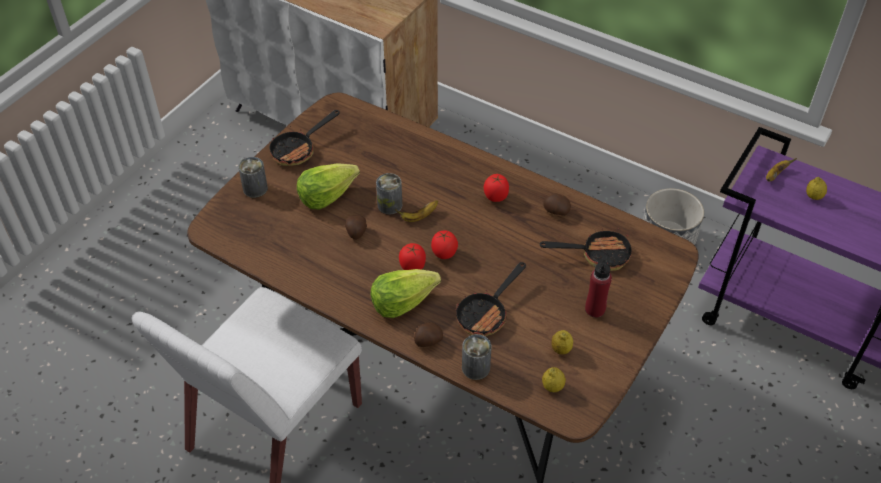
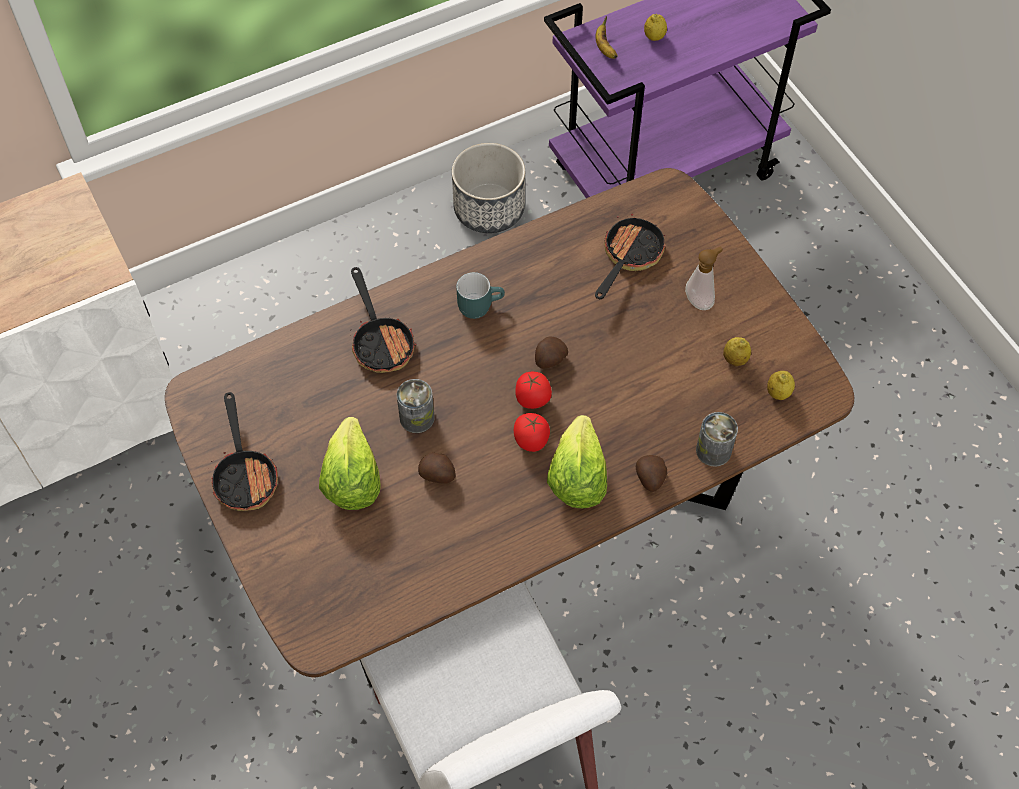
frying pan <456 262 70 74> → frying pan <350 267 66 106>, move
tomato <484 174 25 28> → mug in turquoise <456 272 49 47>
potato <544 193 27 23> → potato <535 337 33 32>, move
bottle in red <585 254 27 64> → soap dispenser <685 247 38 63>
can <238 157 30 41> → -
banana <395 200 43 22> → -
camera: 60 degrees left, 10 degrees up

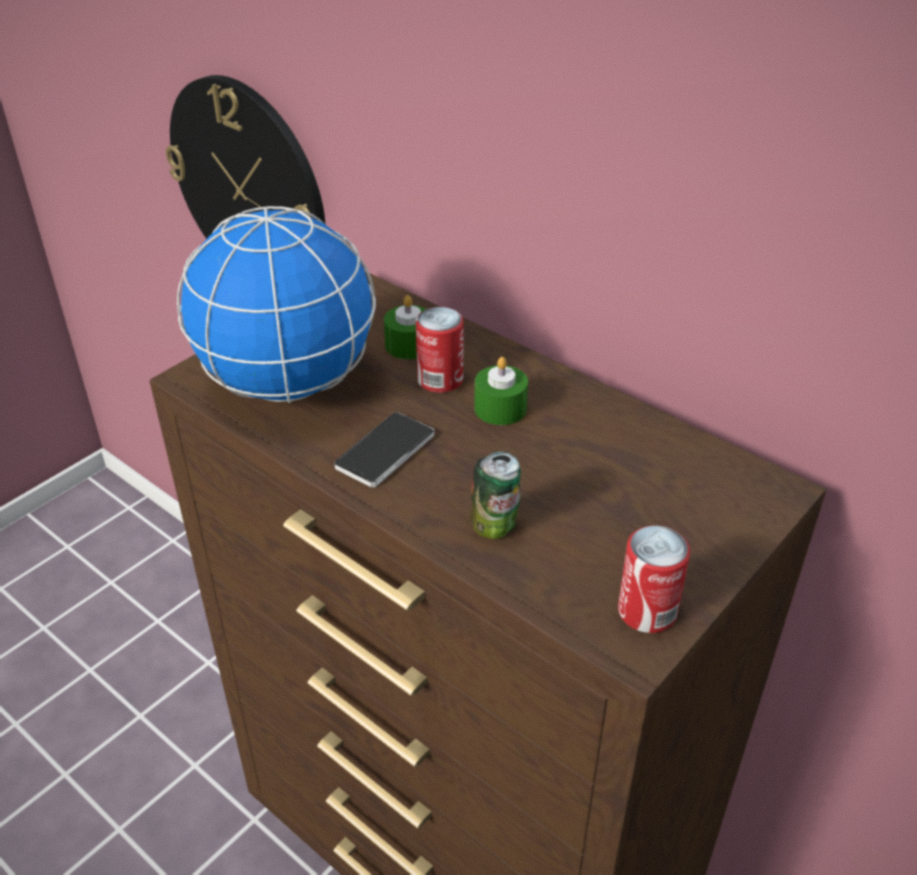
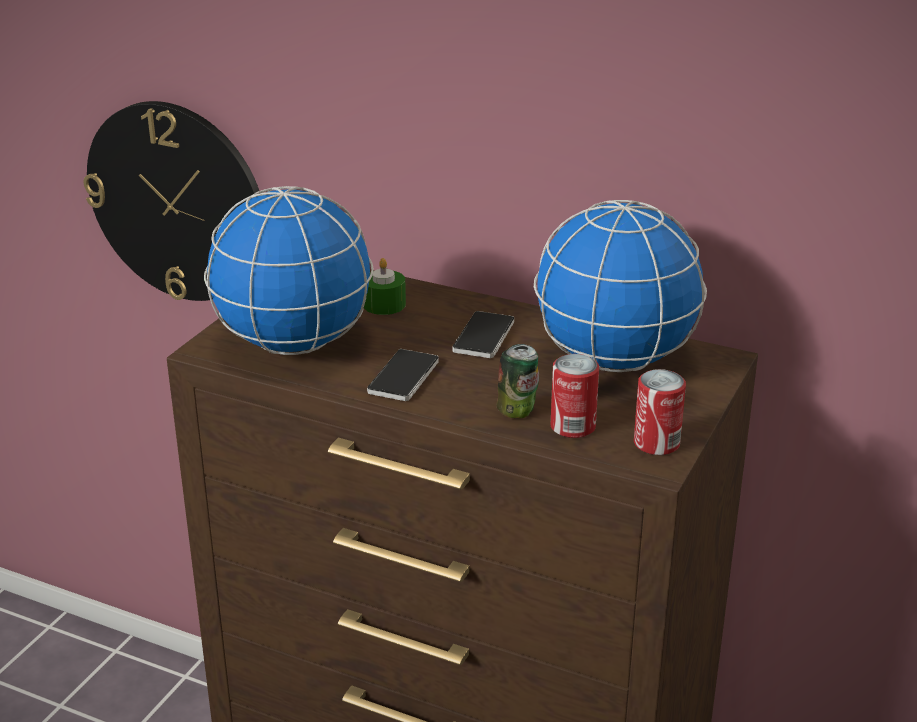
candle in green <474 357 54 68> → phone <453 311 61 47>
- → globe <534 200 173 172>
can <416 307 48 86> → can <551 354 48 84>, move
camera: 15 degrees left, 10 degrees down

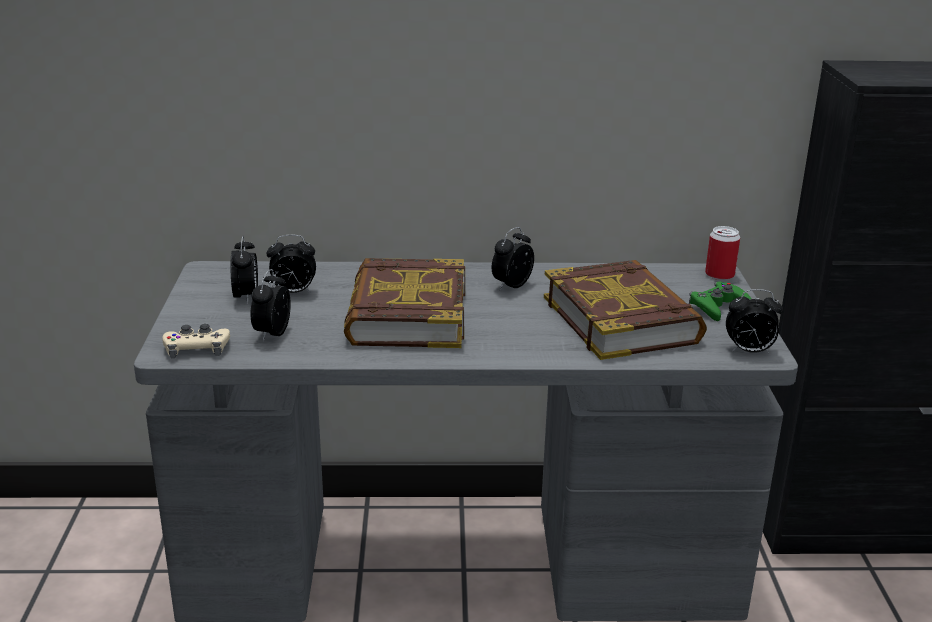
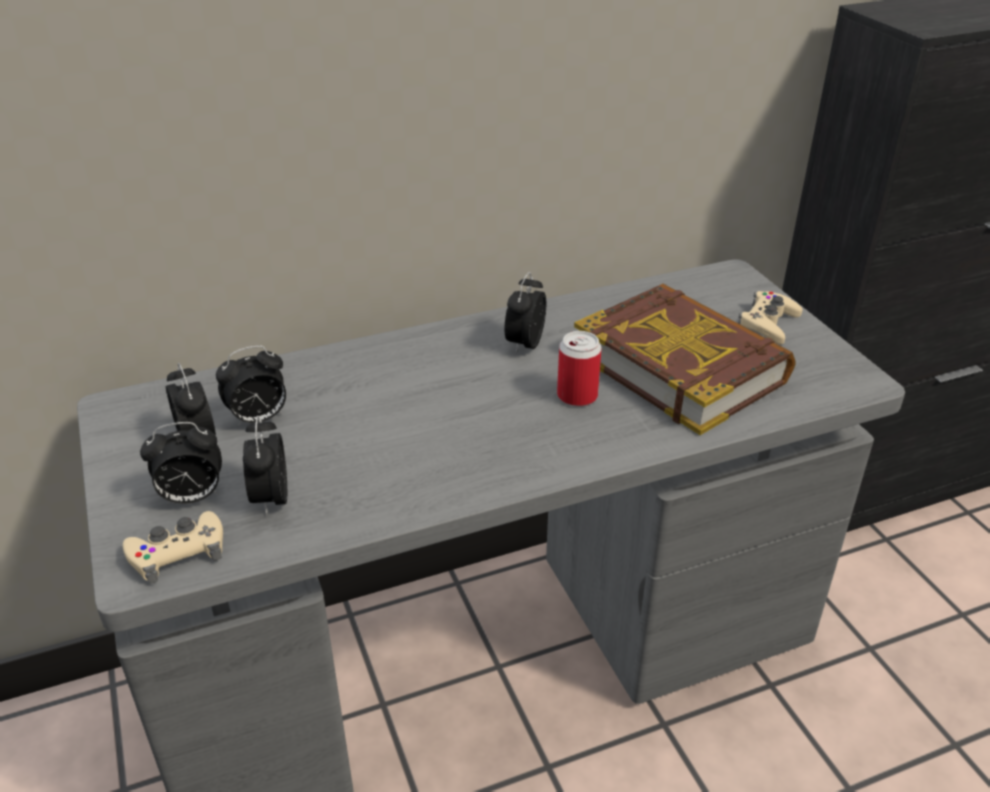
alarm clock <726 289 57 65> → alarm clock <140 422 82 83>, move
can <705 226 35 54> → can <557 331 45 75>, move
game controller in green <689 281 63 40> → game controller in beige <738 291 64 54>
book <344 258 121 90> → -
camera: 20 degrees left, 10 degrees up

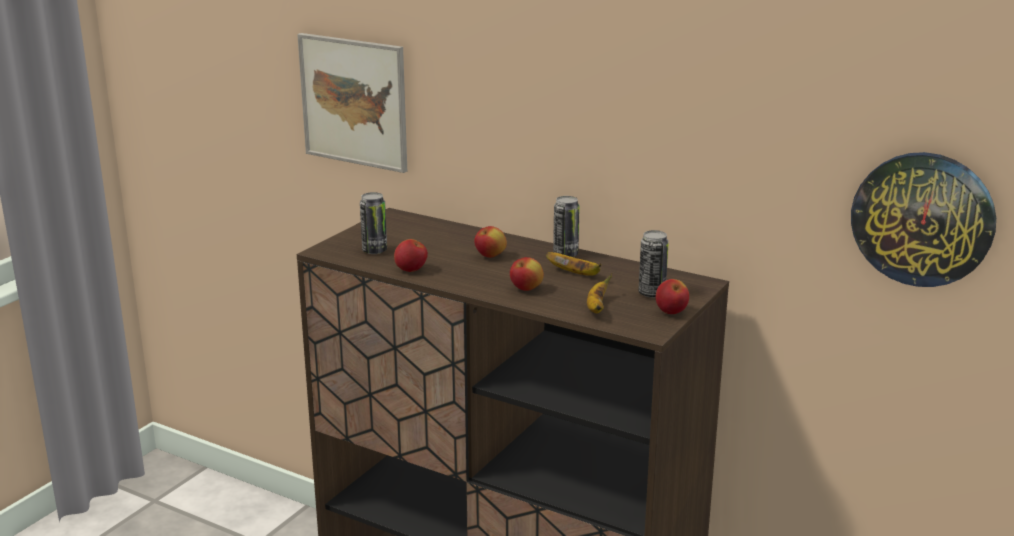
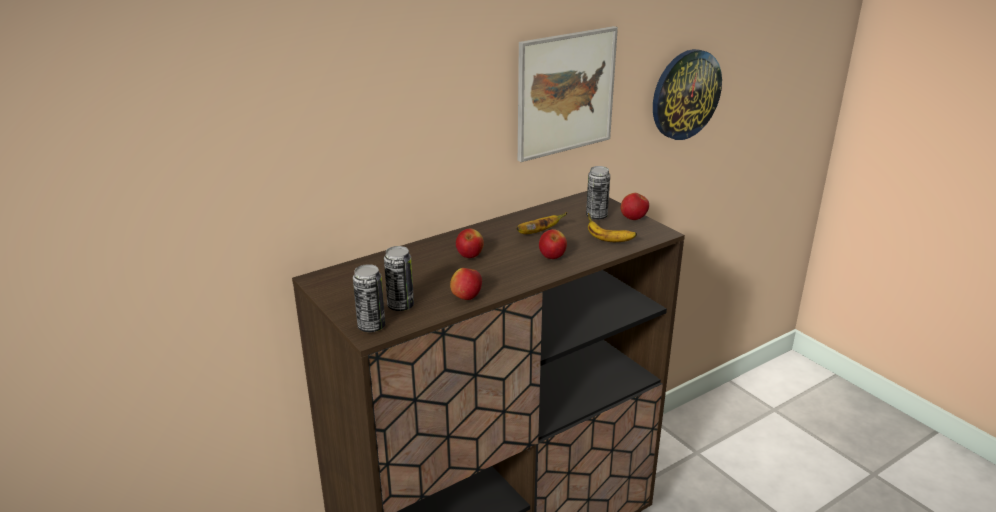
can <553 196 27 61> → can <353 264 32 68>, move
picture <297 33 110 140> → picture <518 26 100 136>, move
camera: 65 degrees left, 5 degrees up

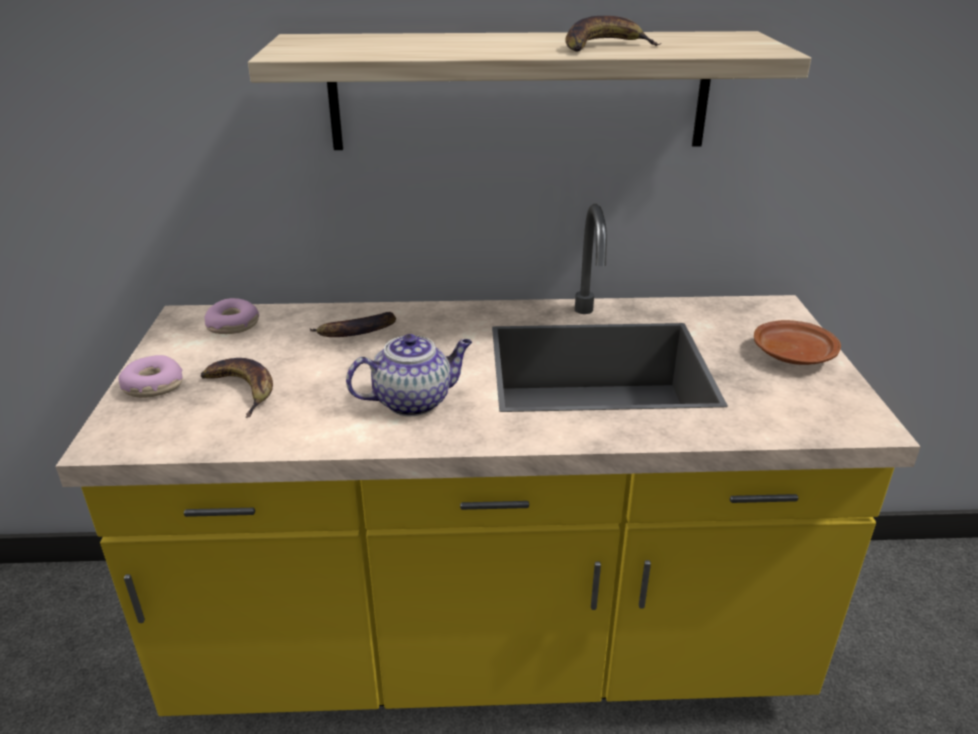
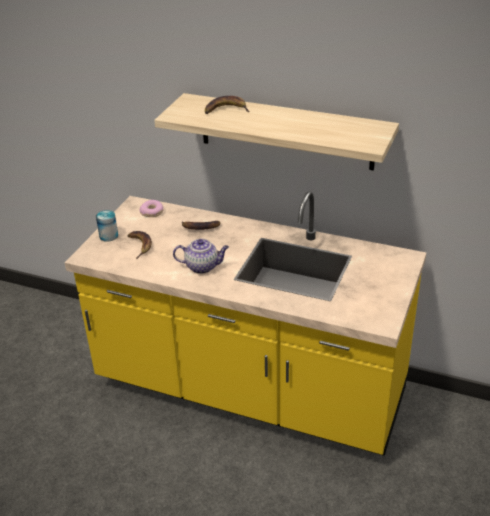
donut <118 355 65 43> → can <96 210 22 32>
banana <565 16 97 36> → banana <205 96 44 18>, move
plate in brown <754 320 87 45> → -
camera: 25 degrees right, 5 degrees up

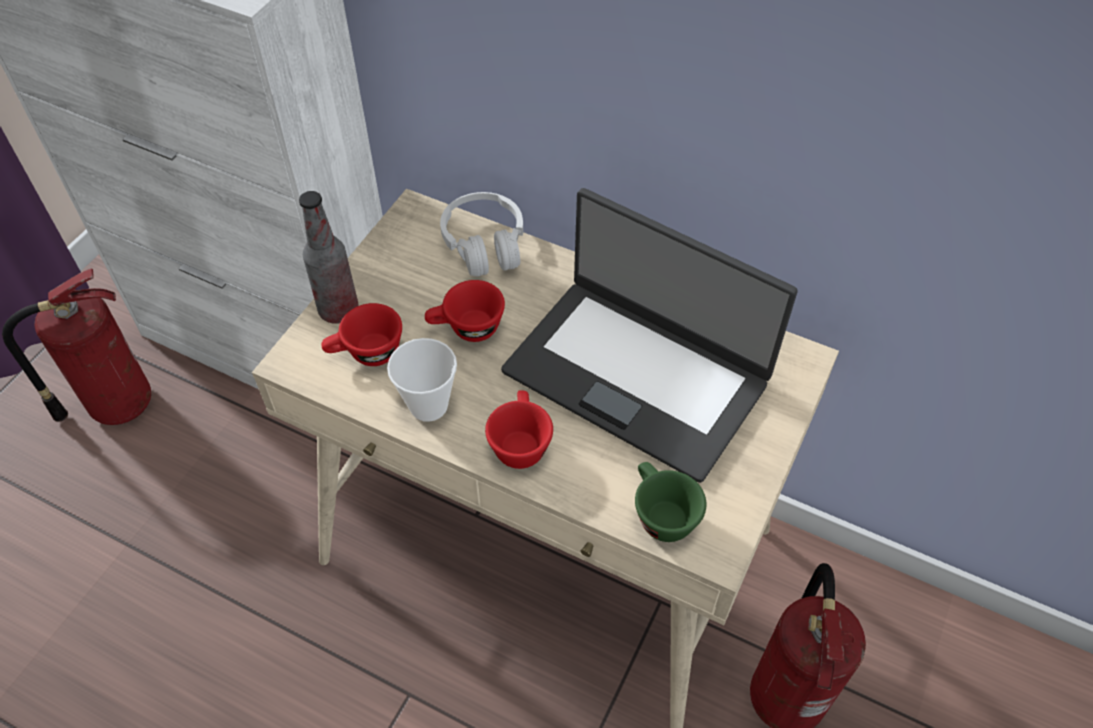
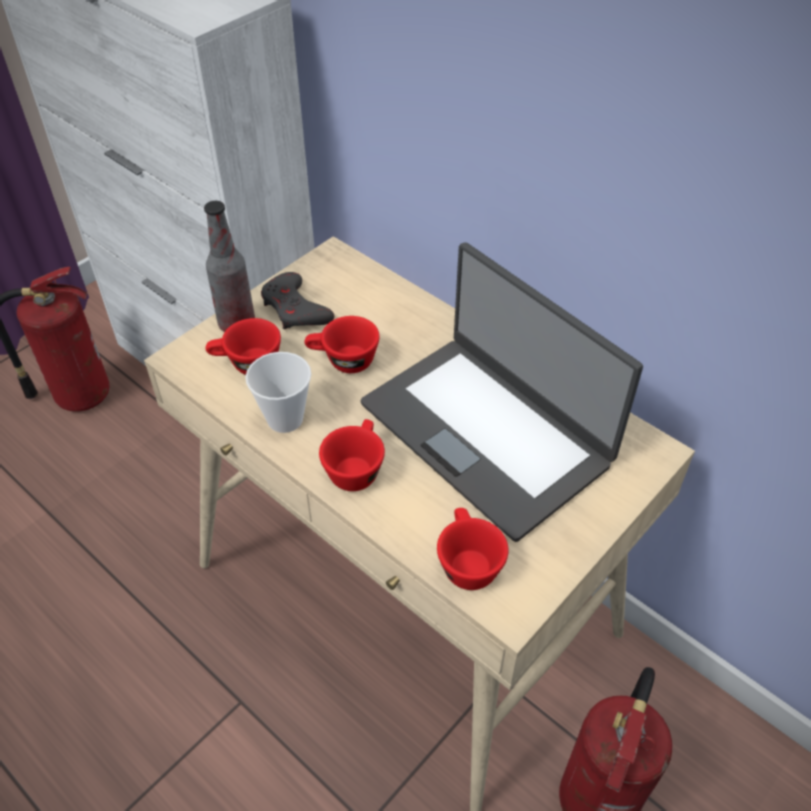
- → game controller in grey <261 272 73 58>
cup in green <635 462 71 80> → cup in red <437 508 72 82>
headphones in white <440 192 83 85> → -
camera: 15 degrees right, 5 degrees down

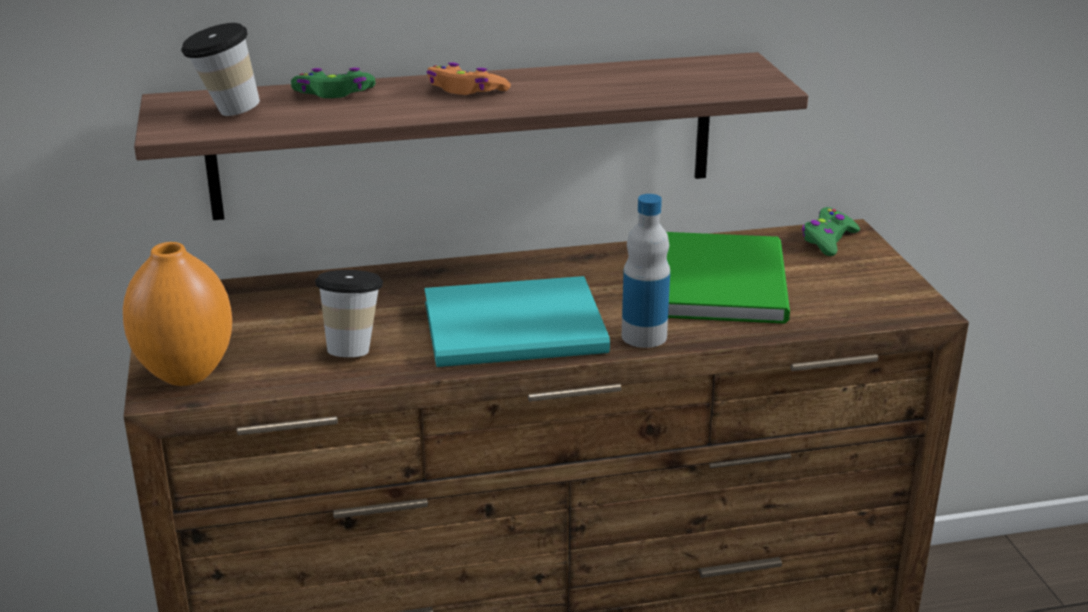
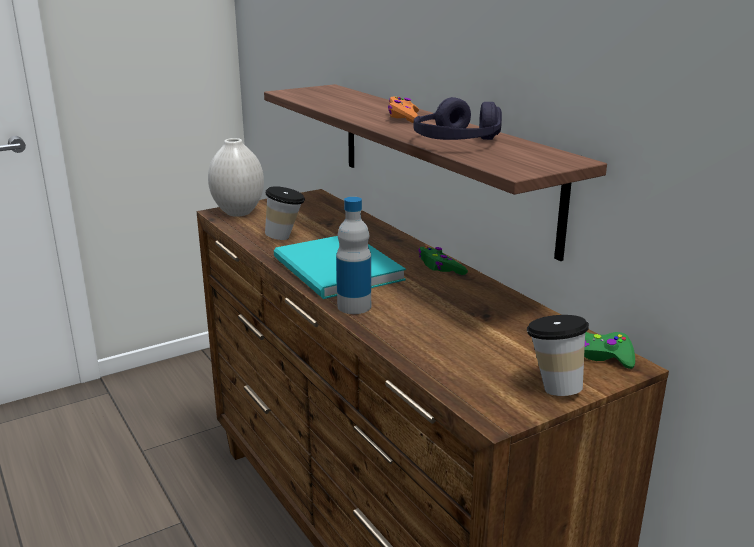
vase in orange <123 242 109 144> → vase in white <208 138 56 79>
- → headphones in purple <414 97 88 43>
game controller in green <291 67 84 31> → game controller in green <418 246 50 29>, move
cup <181 23 79 93> → cup <527 315 62 81>, move
book in green <667 232 123 92> → -
camera: 70 degrees right, 5 degrees down

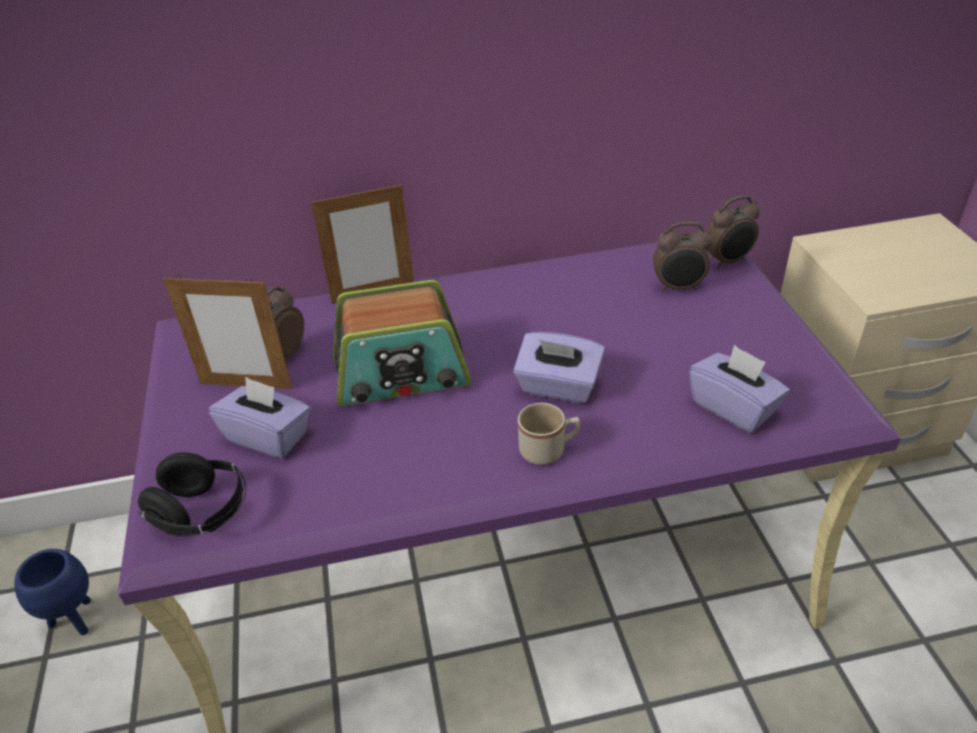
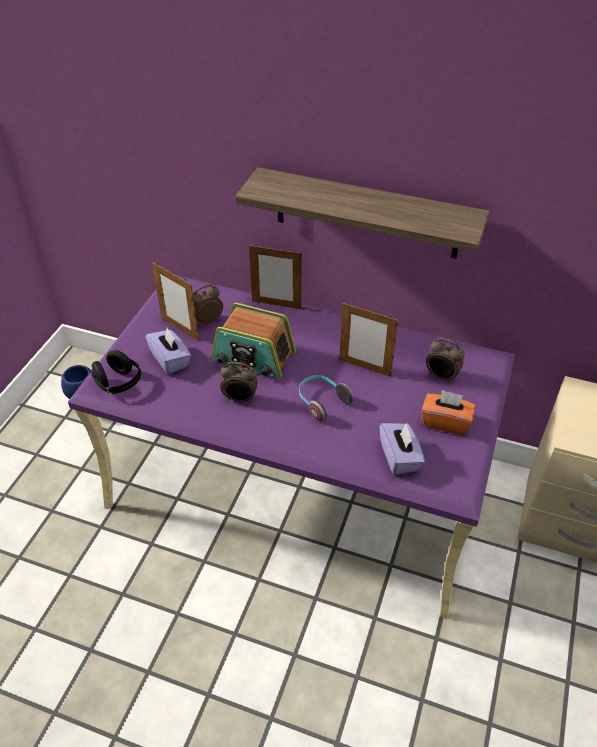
alarm clock <706 196 54 72> → alarm clock <220 362 38 41>, move
- → shelf <235 167 254 91>
tissue box in purple <513 332 92 71> → headphones <299 375 54 46>
- → picture frame <339 303 59 74>
- → tissue box in orange <422 390 53 45>
mug in beige <518 403 62 62> → -
camera: 30 degrees right, 5 degrees up

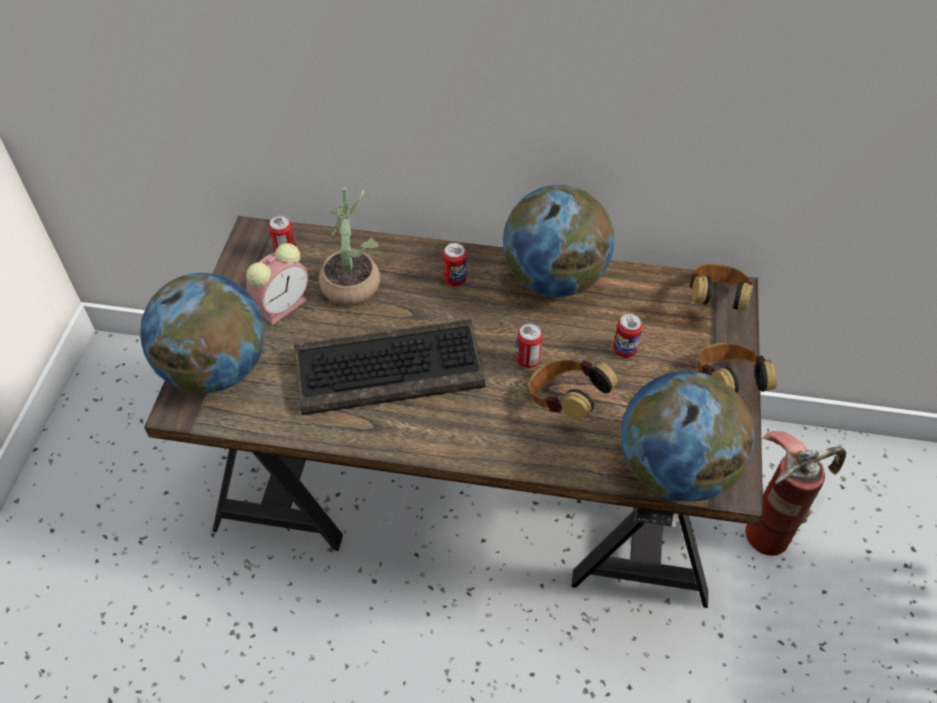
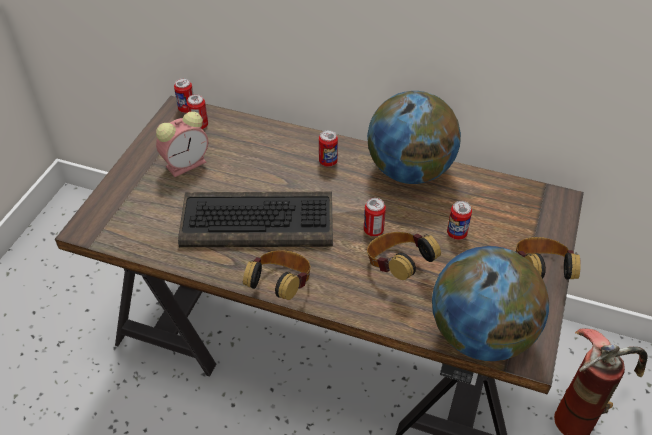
- → can <174 78 20 35>
headphones <690 264 63 46> → headphones <243 250 68 50>, move
globe <140 273 125 120> → -
potted plant <319 188 61 117> → -
camera: 10 degrees right, 5 degrees down

